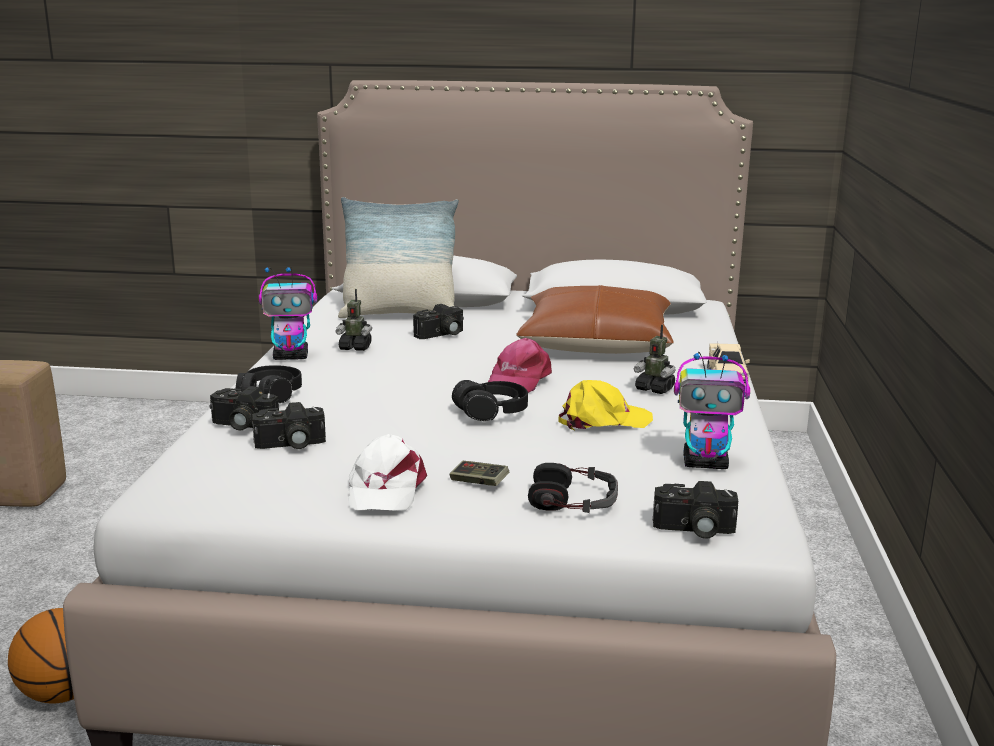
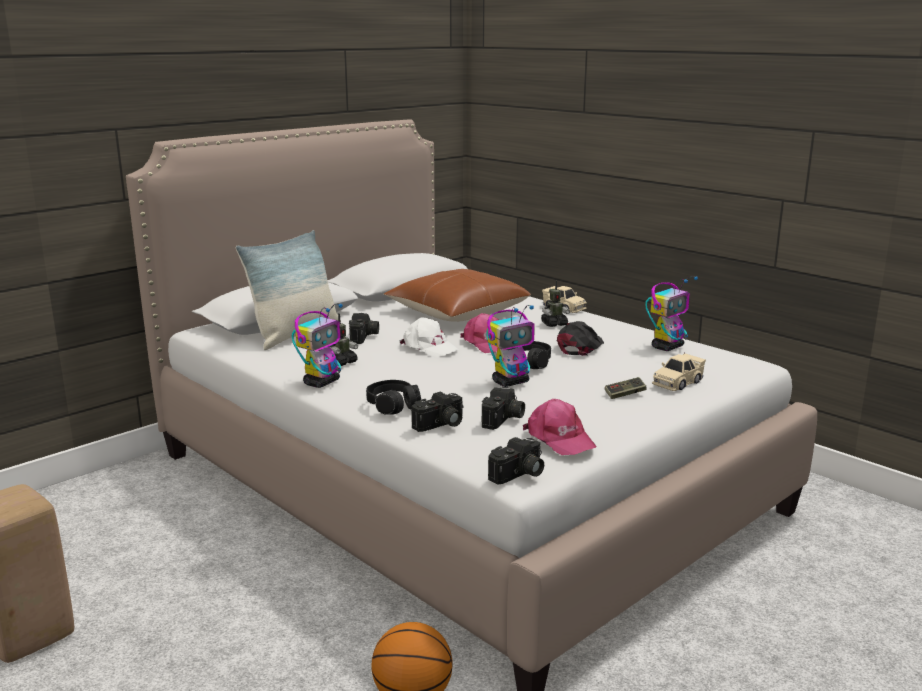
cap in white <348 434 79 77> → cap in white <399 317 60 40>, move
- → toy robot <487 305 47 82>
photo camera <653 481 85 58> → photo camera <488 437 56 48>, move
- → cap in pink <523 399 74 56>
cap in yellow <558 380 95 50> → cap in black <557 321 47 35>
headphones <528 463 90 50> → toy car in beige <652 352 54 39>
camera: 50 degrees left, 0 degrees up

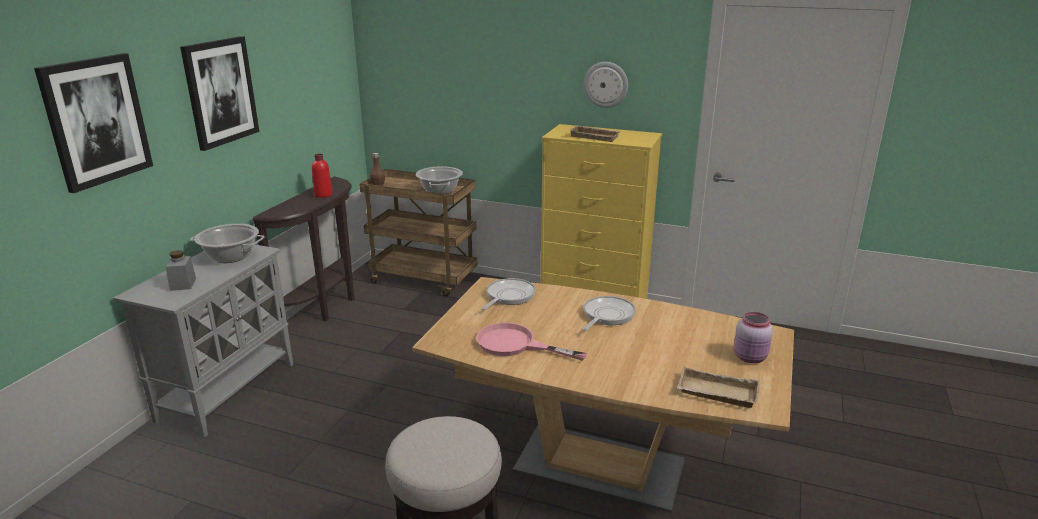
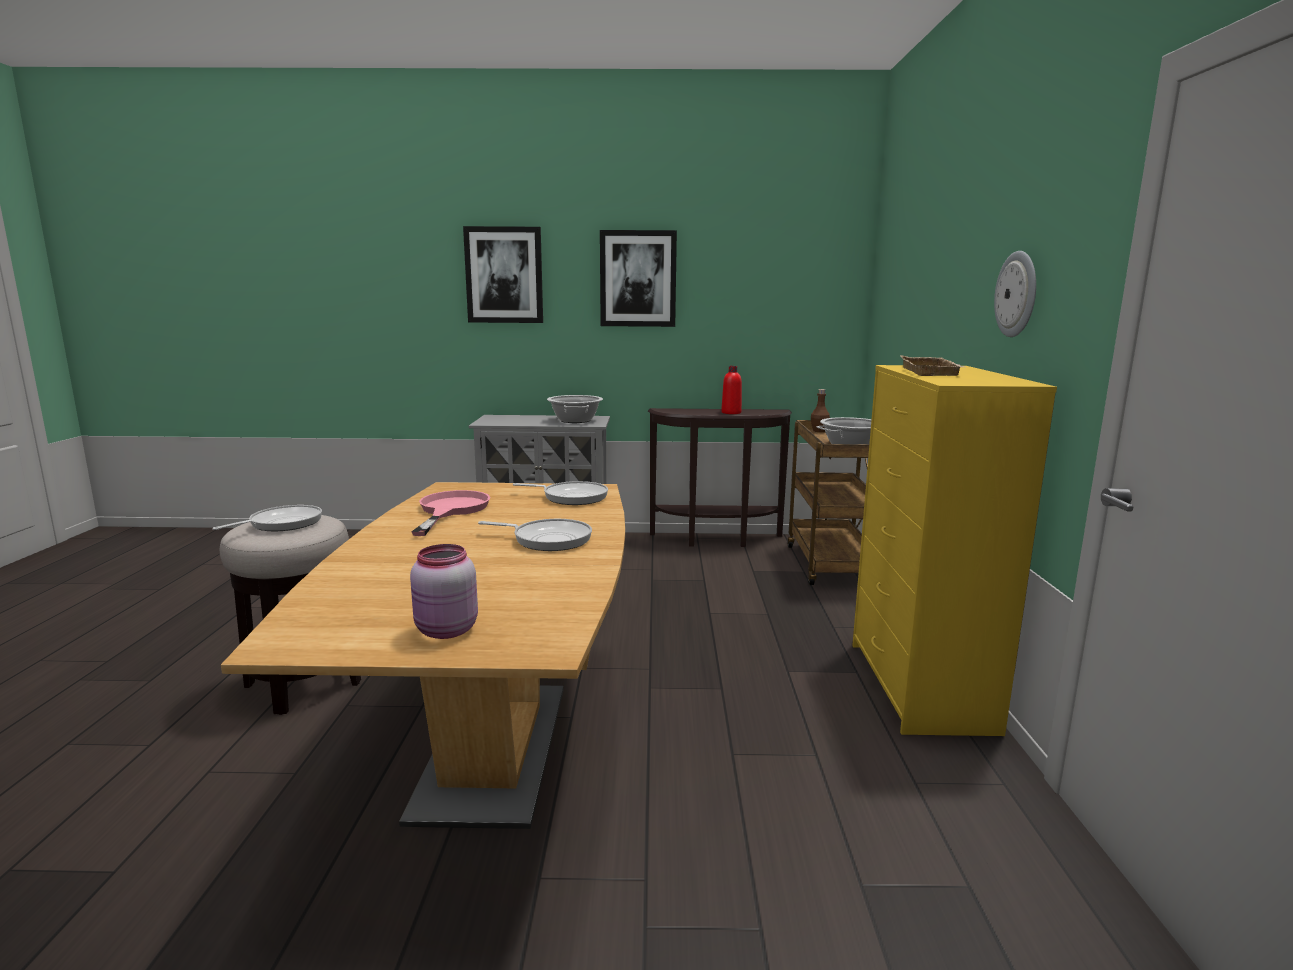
- → frying pan <212 505 110 26>
jar in grey <166 250 30 41> → -
tray in beige <677 367 84 41> → -
camera: 70 degrees right, 10 degrees down

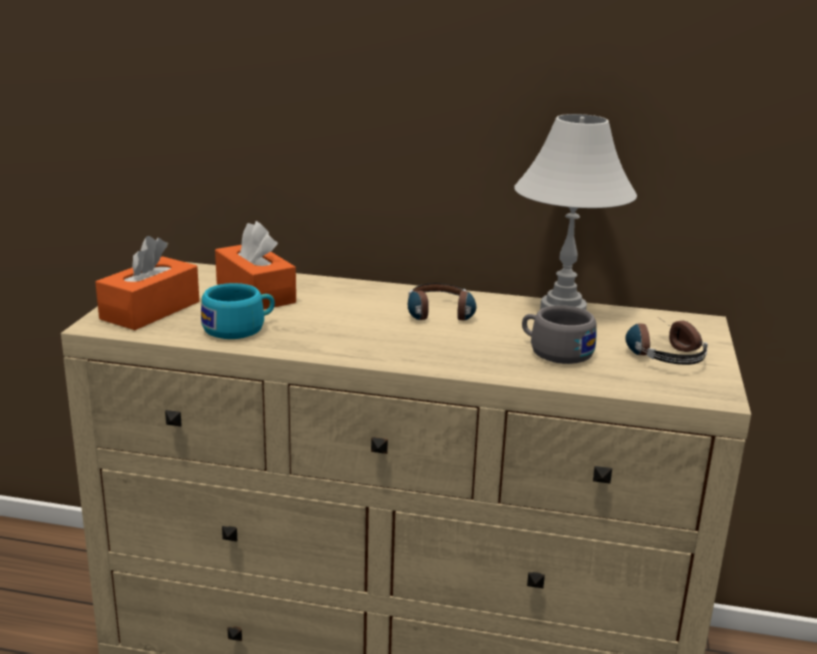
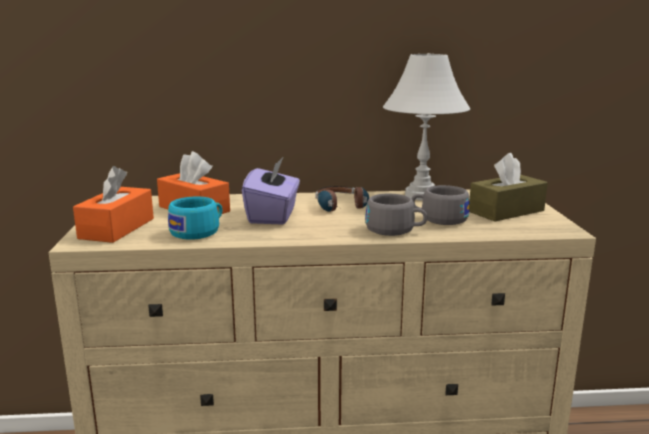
- → tissue box in purple <242 158 58 67>
- → cup in grey <365 194 63 42>
headphones <625 317 83 48> → tissue box in brown <469 153 79 69>
camera: 15 degrees left, 5 degrees down

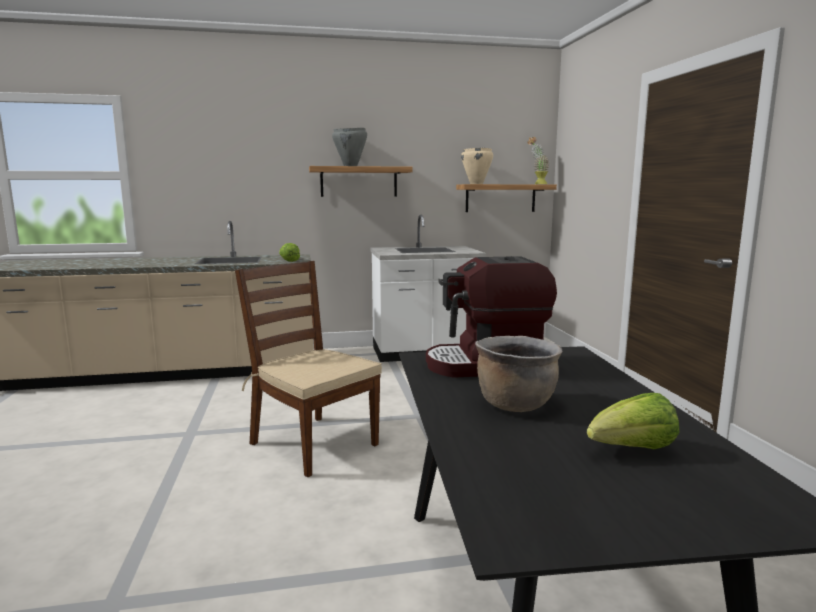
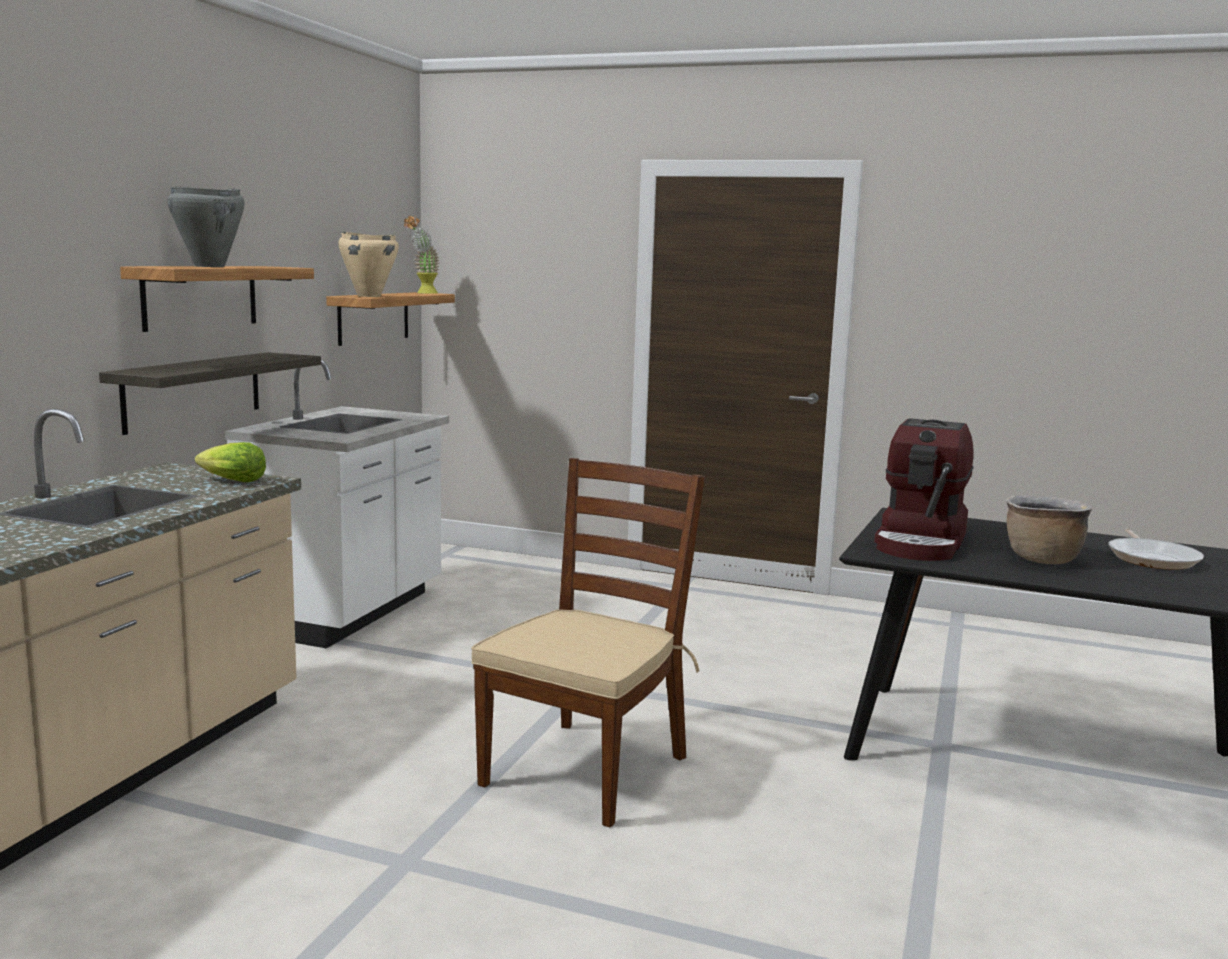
- → shelf <99 352 222 83>
chair in brown <235 261 147 216> → chair in brown <471 458 234 370>, 135 degrees clockwise
lettuce <587 393 92 56> → frying pan <1108 529 96 41>
camera: 60 degrees left, 0 degrees up

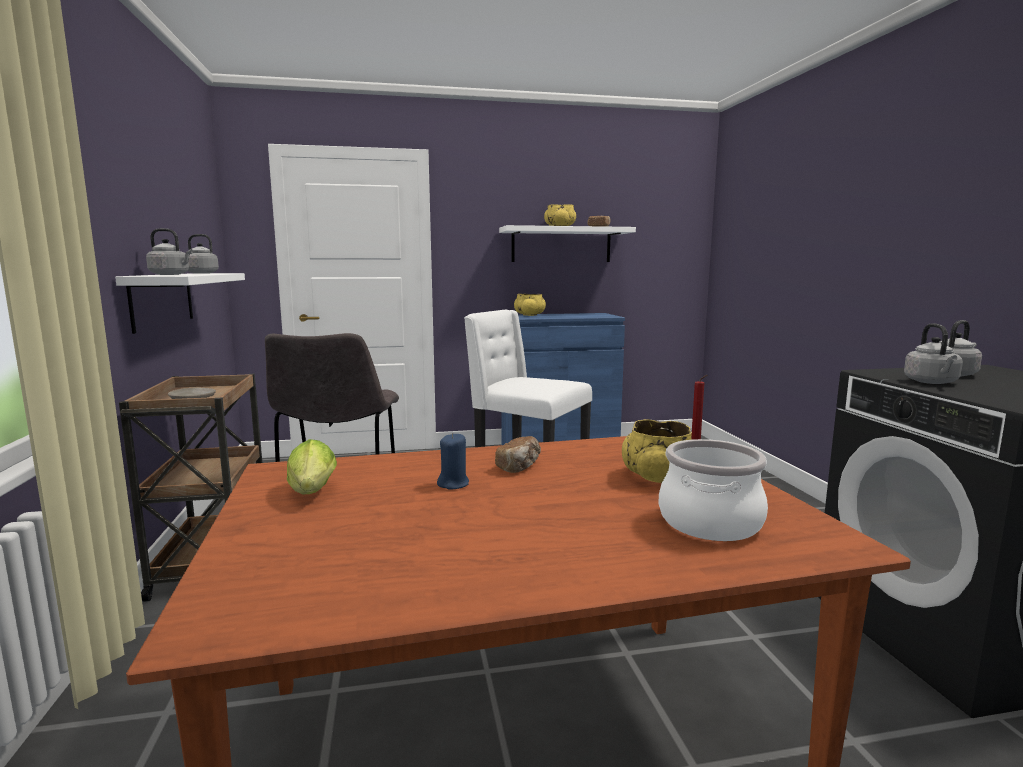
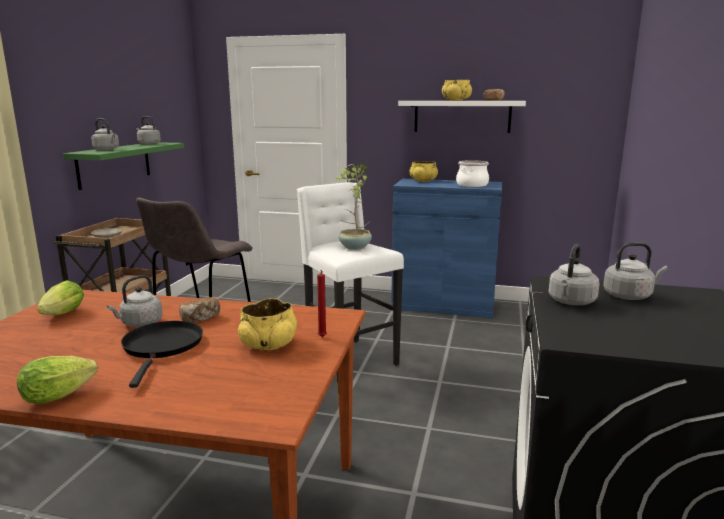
- → lettuce <17 356 81 48>
shelf in white <115 273 130 61> → shelf in green <63 142 121 48>
candle in blue <437 433 32 57> → kettle in grey <107 275 56 52>
- → frying pan in black <121 321 82 67>
- → potted plant <334 164 38 86>
cooking pot <659 439 109 102> → cooking pot <456 160 33 27>, move
camera: 25 degrees right, 5 degrees up

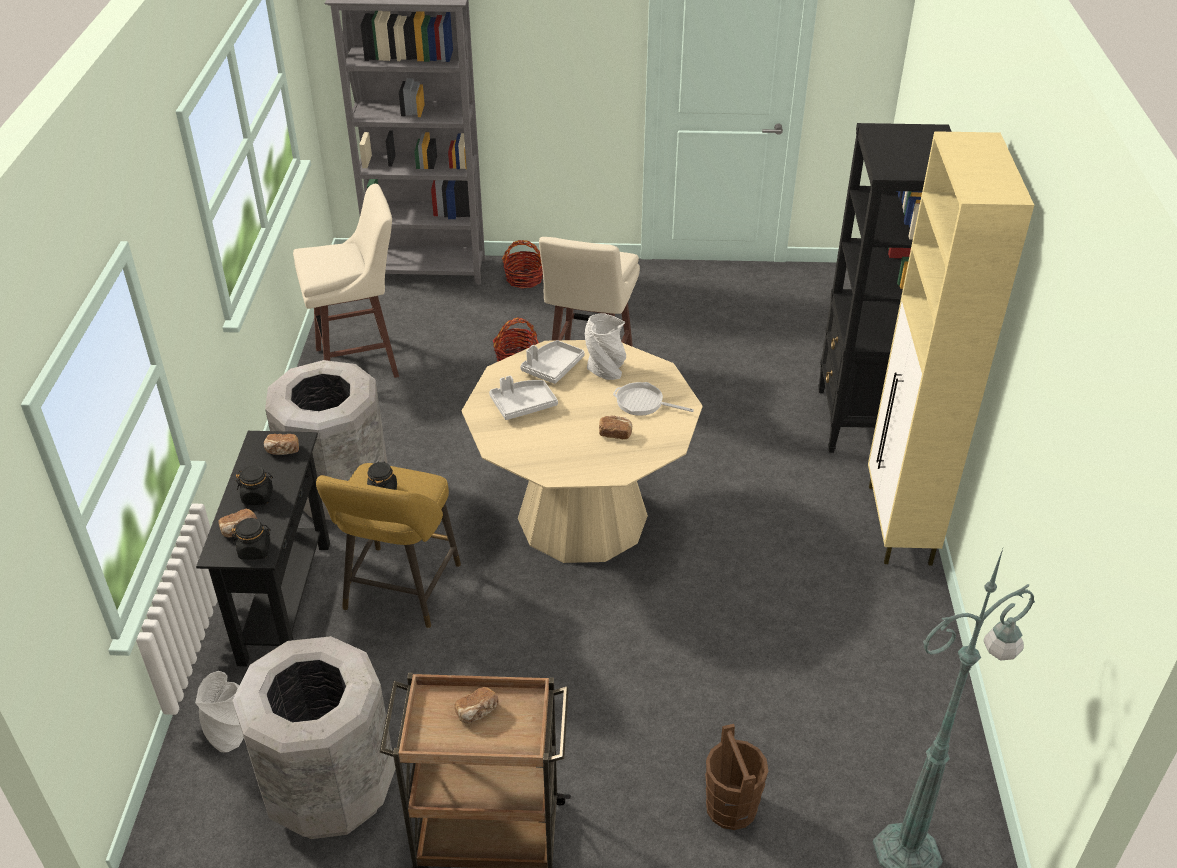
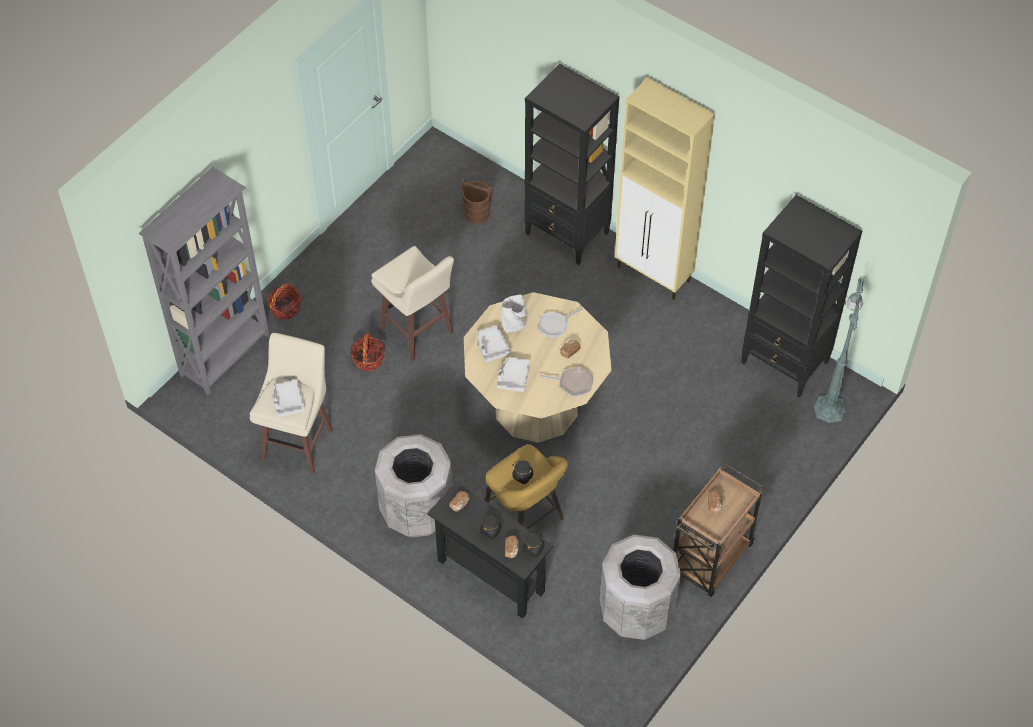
- → tray in grey <273 380 32 37>
bucket in brown <705 724 63 106> → bucket in brown <461 179 31 45>, move
- → frying pan <539 367 54 30>
- → bookcase in black <741 195 121 203>
vase in grey <195 671 49 81> → -
camera: 55 degrees left, 15 degrees up

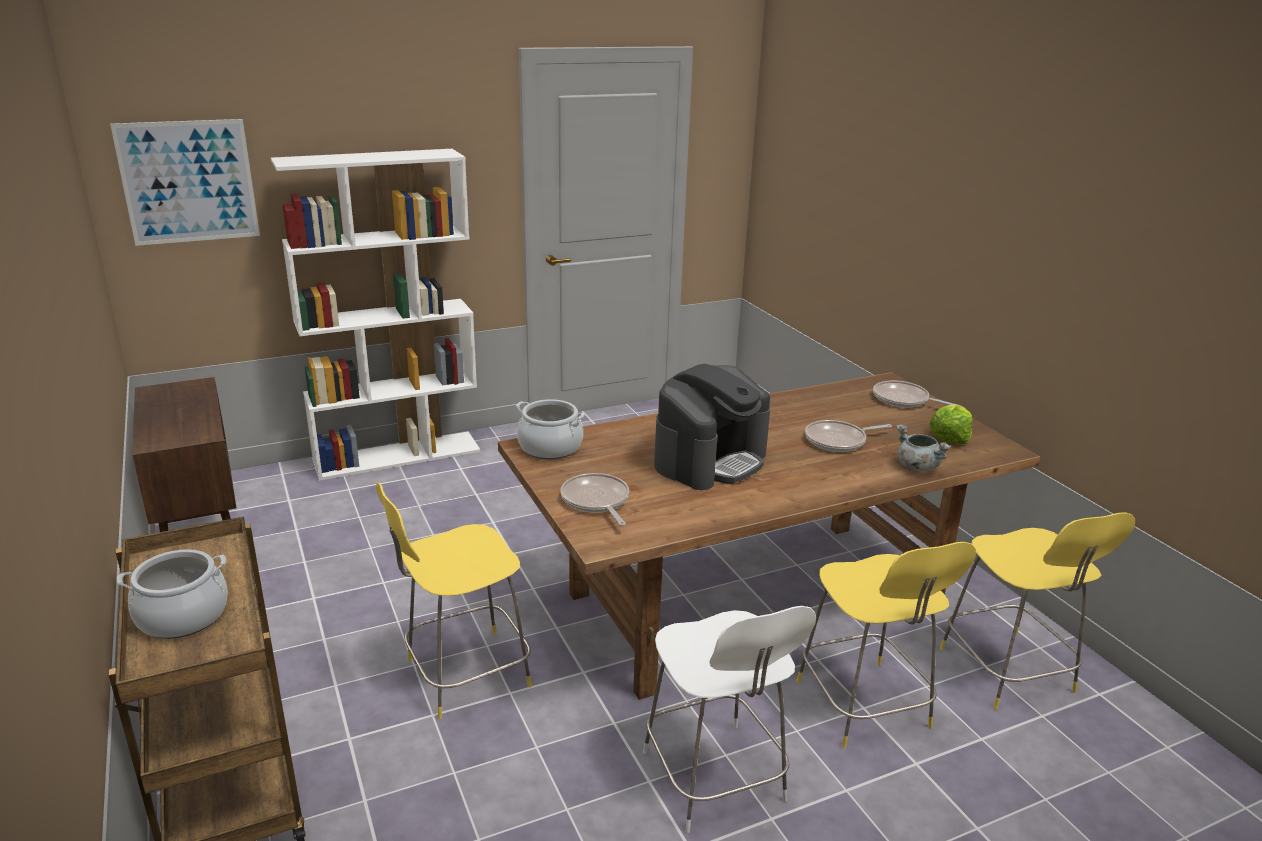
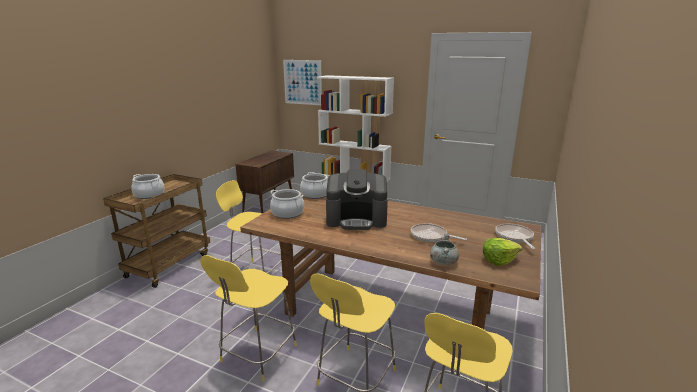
stool in white <643 606 173 227> → stool in yellow <200 255 97 127>
frying pan <560 473 69 53> → cooking pot <270 189 34 30>
camera: 50 degrees right, 5 degrees down

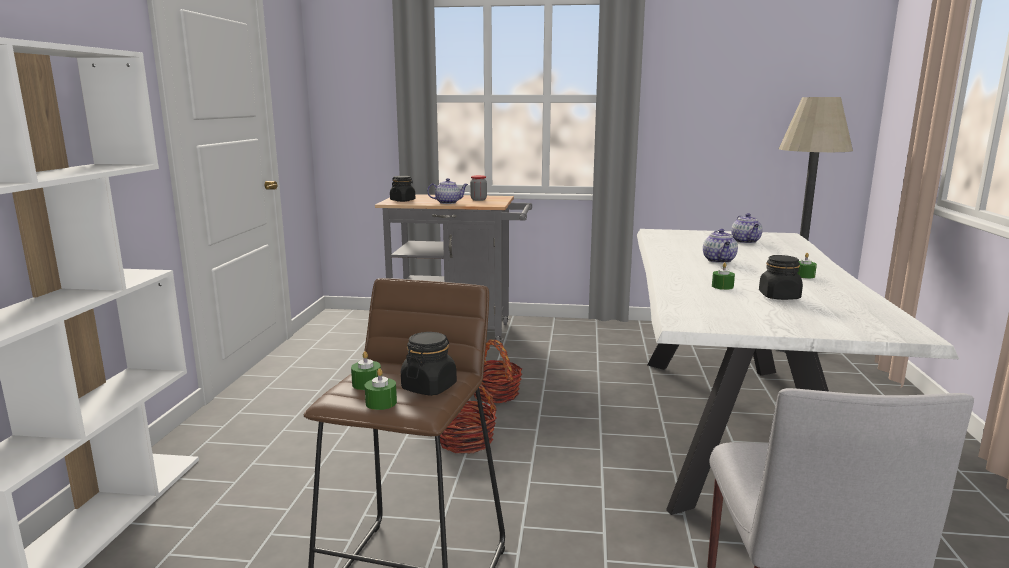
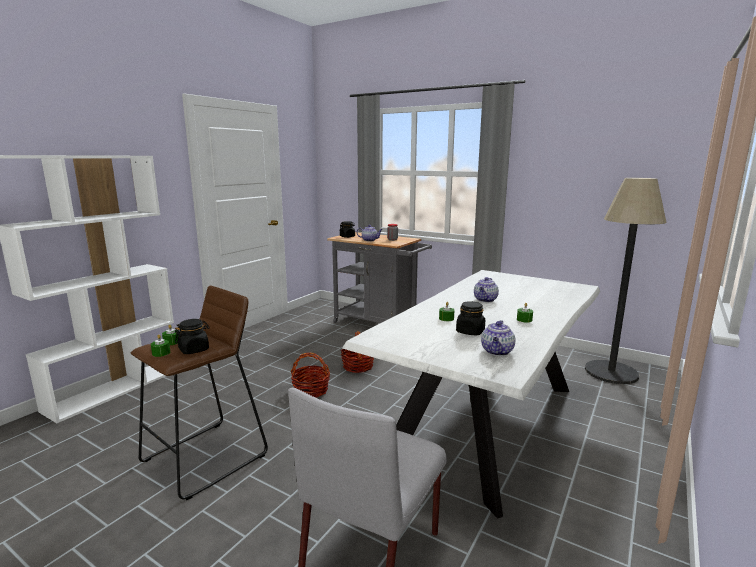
teapot <731 213 32 31> → teapot <481 320 34 36>, move
camera: 25 degrees right, 0 degrees up

